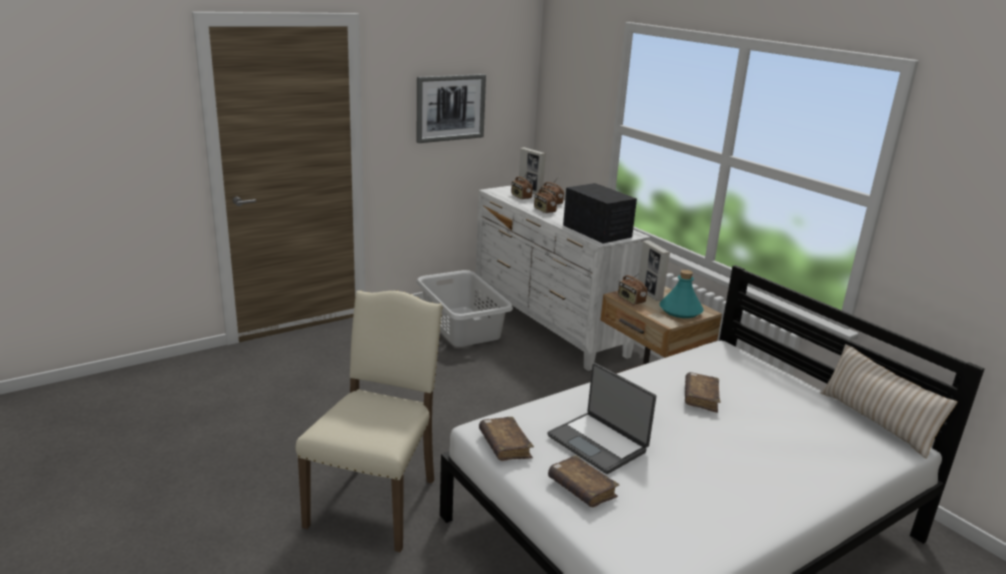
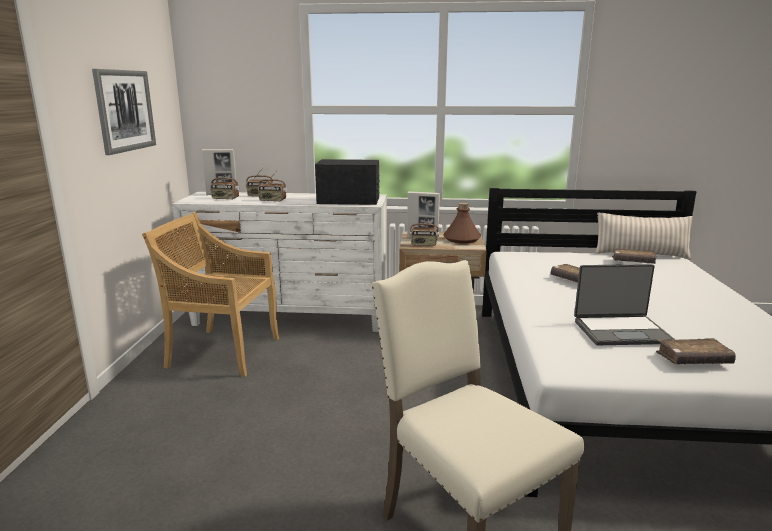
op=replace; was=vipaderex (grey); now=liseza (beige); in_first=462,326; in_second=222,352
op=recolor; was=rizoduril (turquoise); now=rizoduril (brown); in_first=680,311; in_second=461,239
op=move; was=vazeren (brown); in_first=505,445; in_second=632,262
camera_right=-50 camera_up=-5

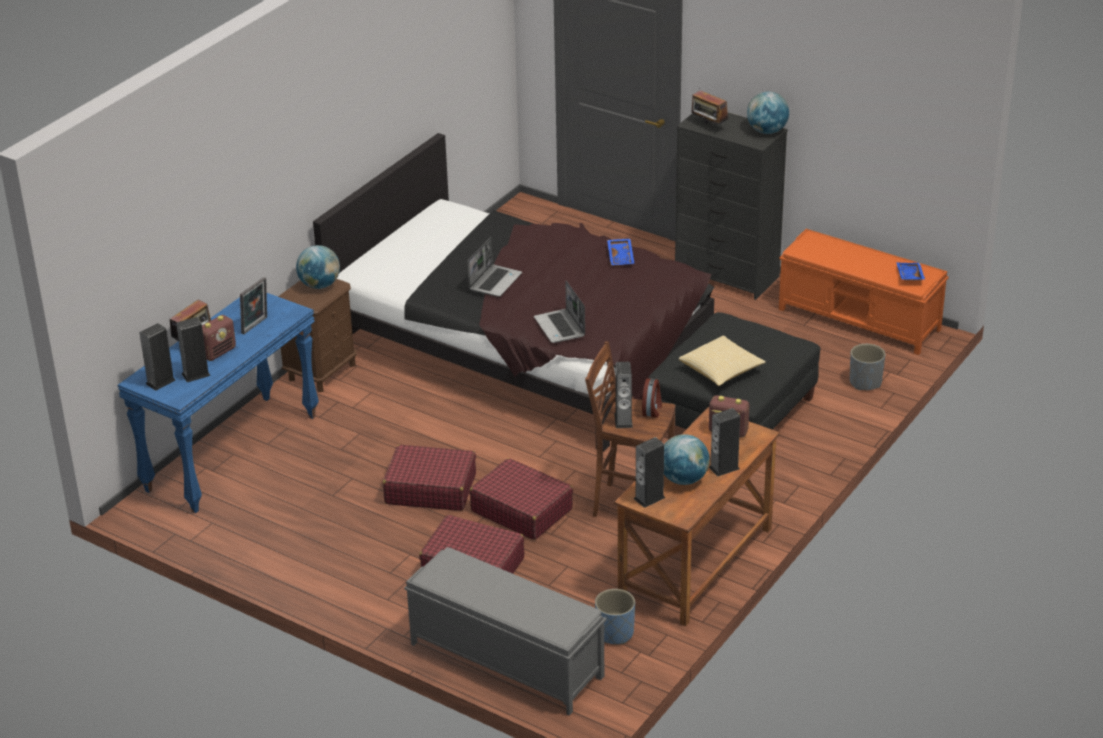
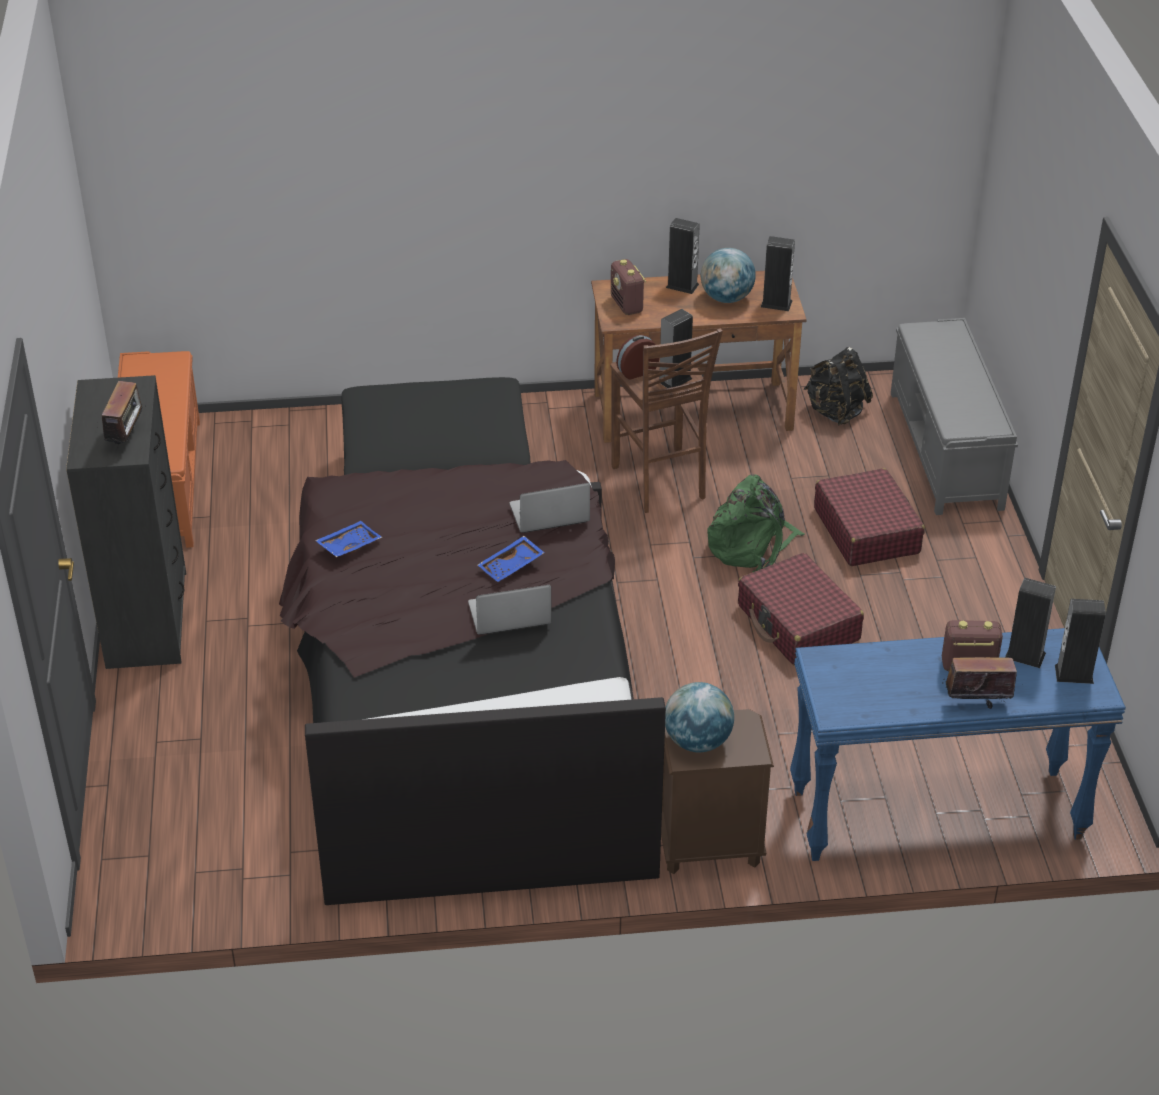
op=delete; was=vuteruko; in_first=767,131
op=move; was=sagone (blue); in_first=909,276; in_second=512,566
op=delete; was=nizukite; in_first=256,326
op=rotate; was=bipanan; in_first=560,327; in_second=548,515; clockwise=-135
op=delete; was=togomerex; in_first=721,371
op=delete; was=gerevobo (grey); in_first=865,382
op=replace; was=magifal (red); now=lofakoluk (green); in_first=521,510; in_second=751,546
op=replace; was=gerevobo (blue); now=lofakoluk (black); in_first=615,633; in_second=835,412
camera_right=-130 camera_up=5

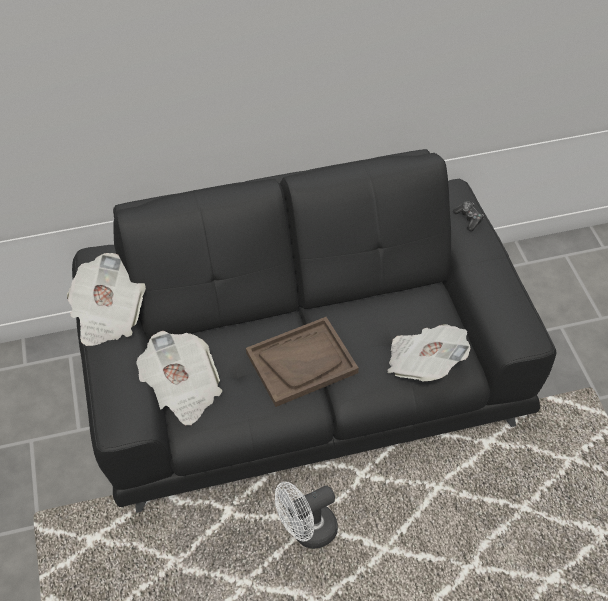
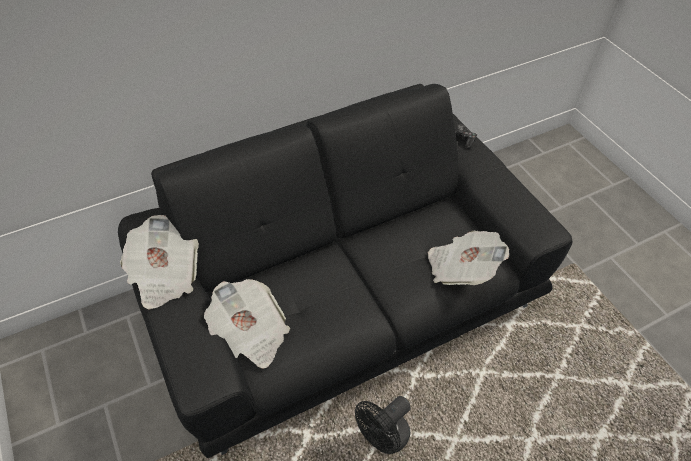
op=delete; was=sagone (brown); in_first=302,362
op=recolor; was=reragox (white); now=reragox (black); in_first=307,532; in_second=383,438
camera_right=-15 camera_up=0

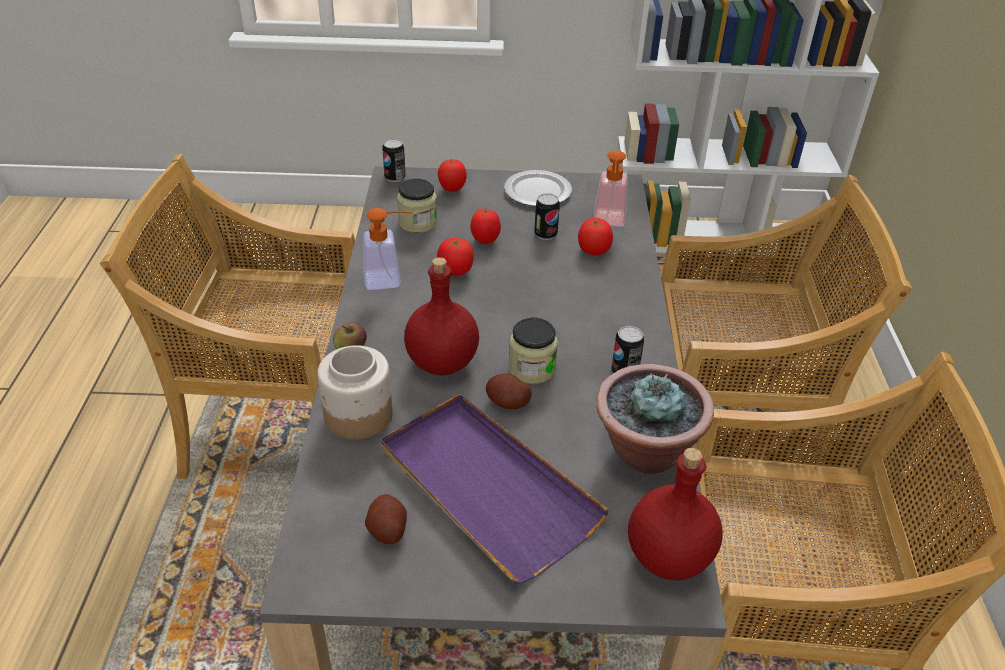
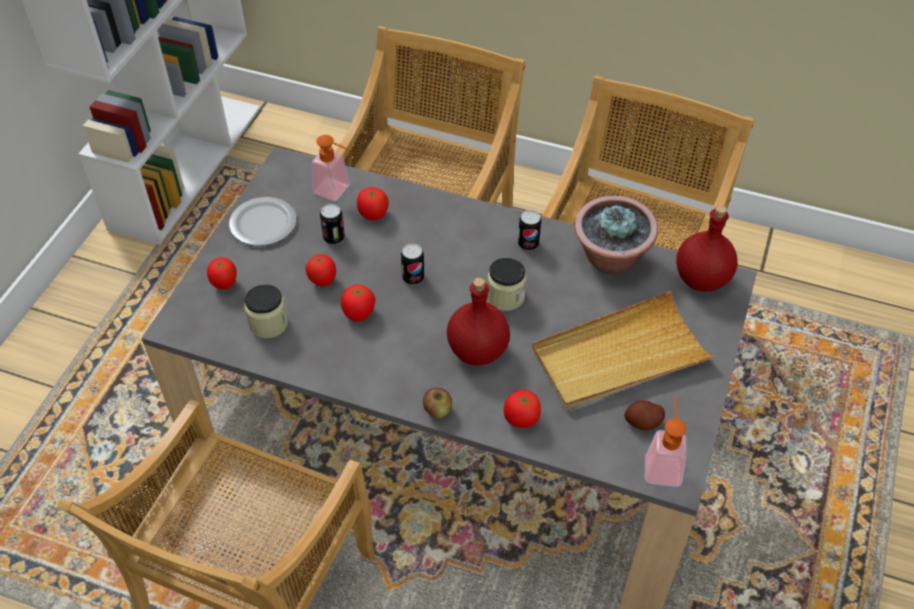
op=move; was=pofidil; in_first=395,177; in_second=413,278
op=move; was=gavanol; in_first=390,279; in_second=663,464
op=replace; was=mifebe; now=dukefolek; in_first=358,416; in_second=521,419
op=delete; was=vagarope; in_first=508,402
op=recolor; was=sagone (purple); now=sagone (beige); in_first=486,488; in_second=619,356
camera_right=-70 camera_up=10

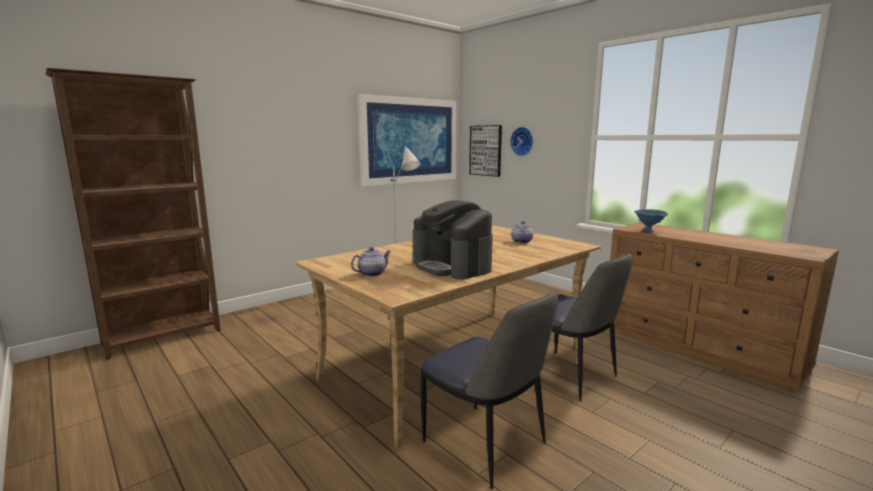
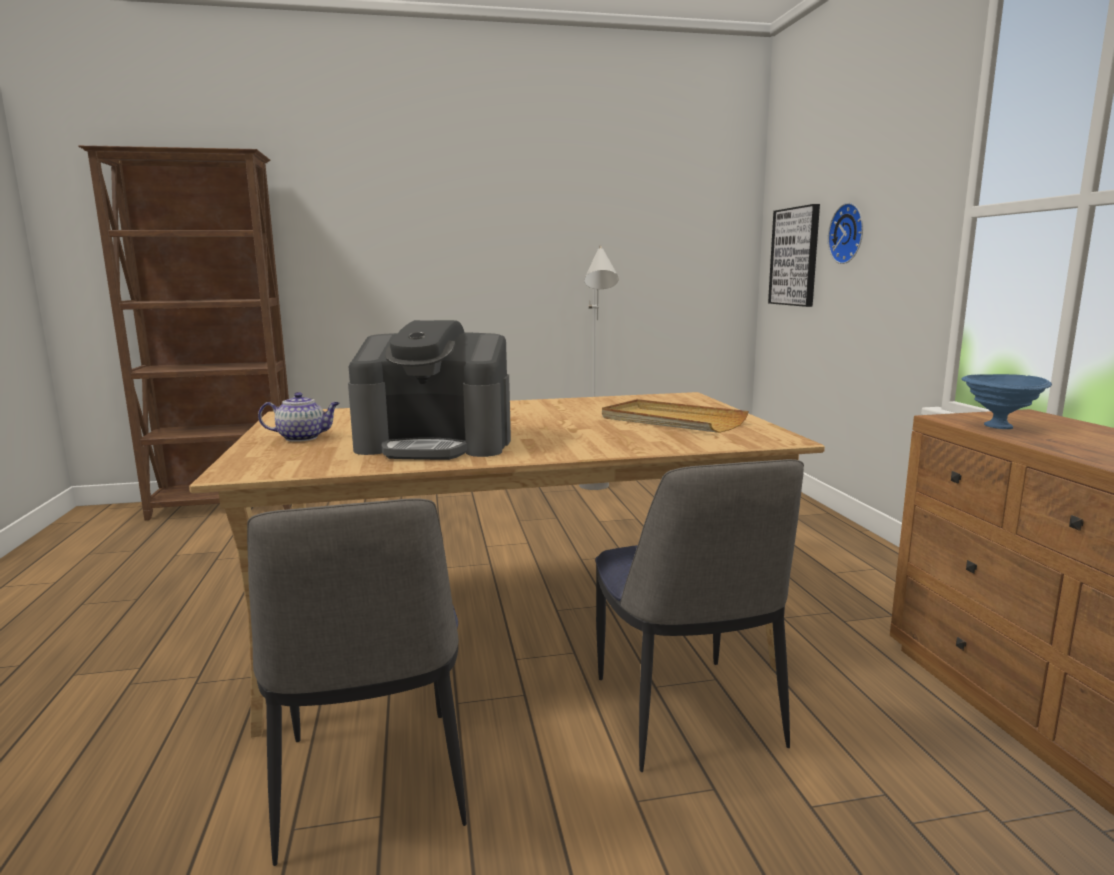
op=delete; was=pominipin; in_first=410,140
op=rotate; was=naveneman; in_first=452,267; in_second=436,444; clockwise=-75
op=replace; was=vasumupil; now=sagone (beige); in_first=521,241; in_second=671,421
camera_right=30 camera_up=0

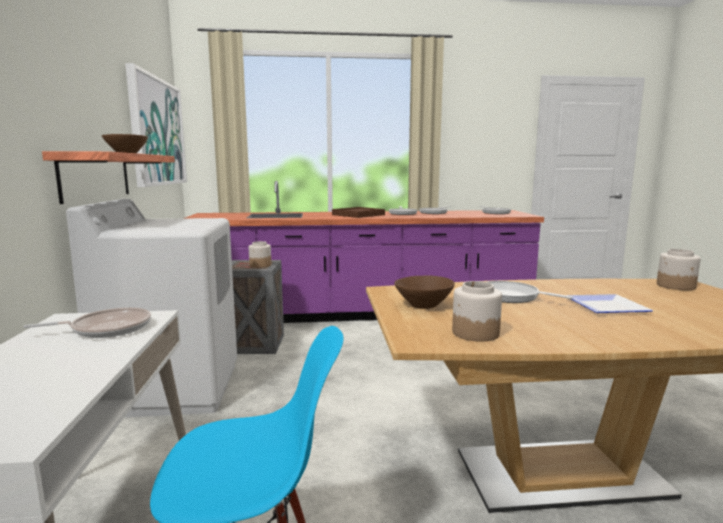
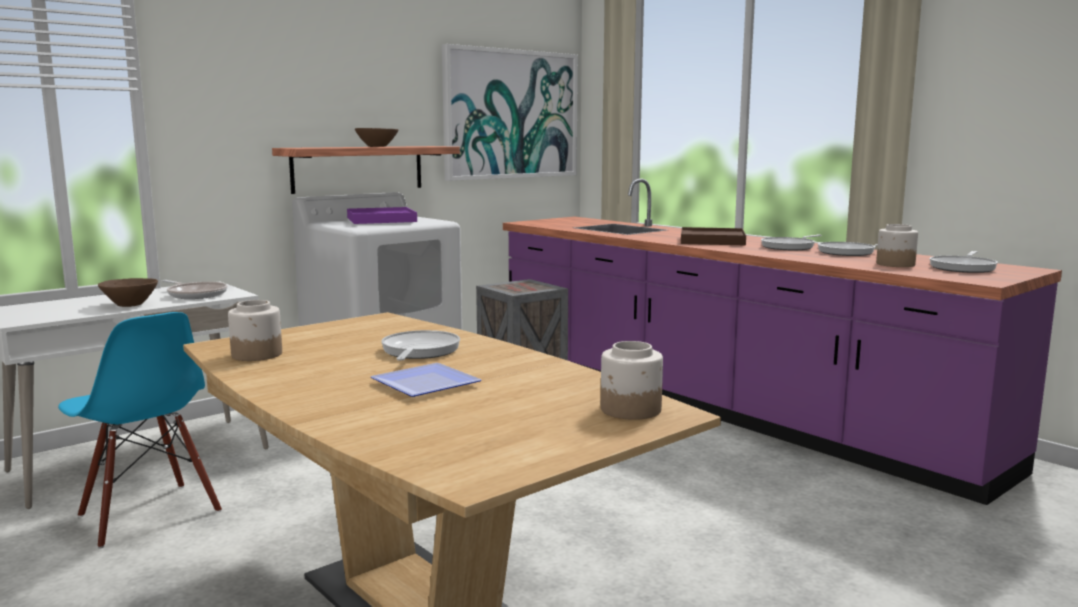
op=move; was=mifebe; in_first=260,265; in_second=894,264
op=move; was=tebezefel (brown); in_first=423,305; in_second=130,304
op=insert; now=sagone (purple); in_second=381,220
camera_right=55 camera_up=0

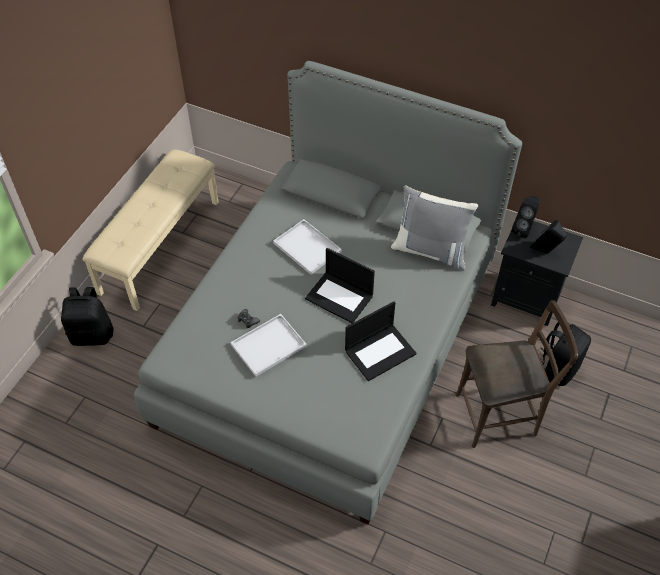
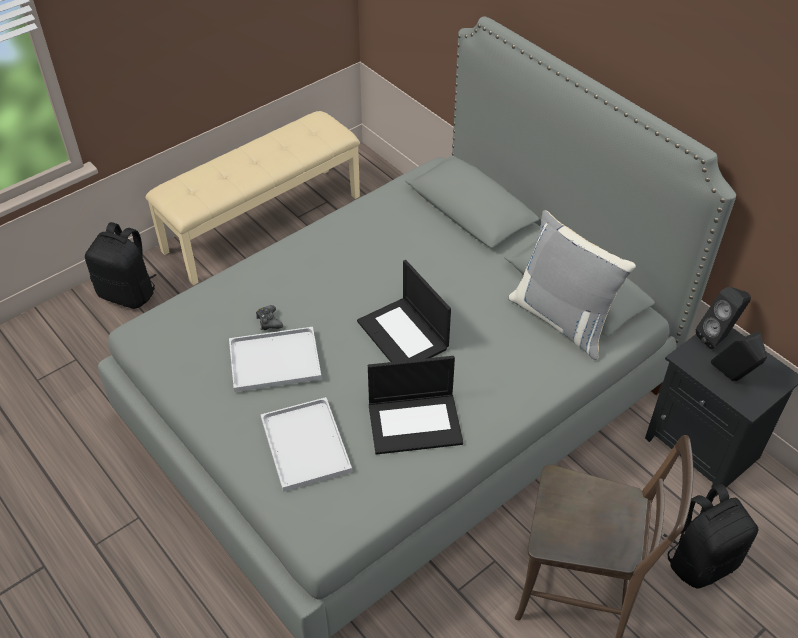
op=move; was=sagone (white); in_first=308,248; in_second=307,446
camera_right=25 camera_up=-5

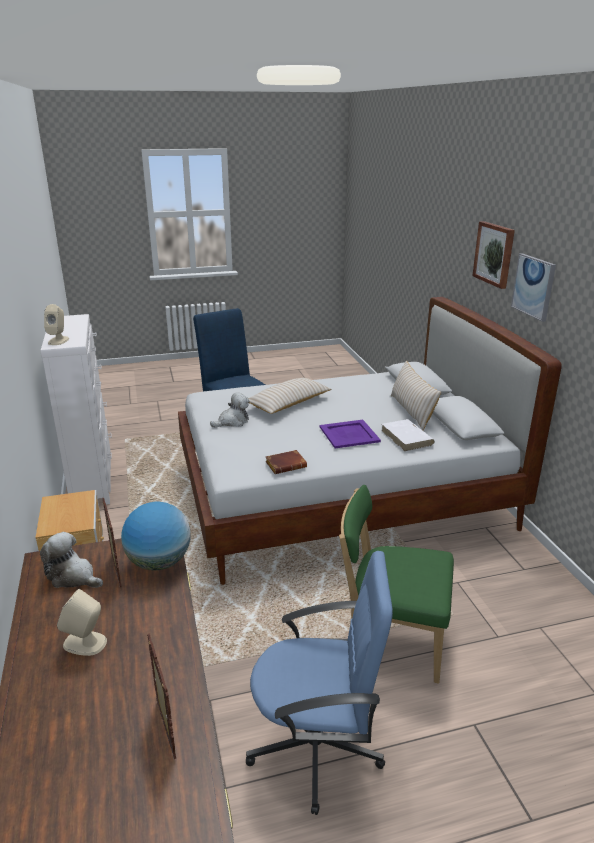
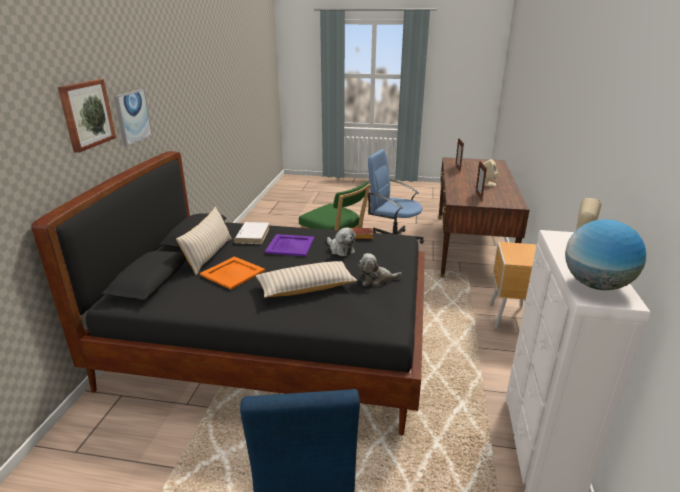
op=recolor; was=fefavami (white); now=fefavami (black); in_first=340,496; in_second=276,340
op=move; was=vuteruko; in_first=159,562; in_second=596,285
op=move; was=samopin; in_first=73,576; in_second=340,250
op=insert; now=sagone (orange); in_second=232,272
camera_right=-155 camera_up=0

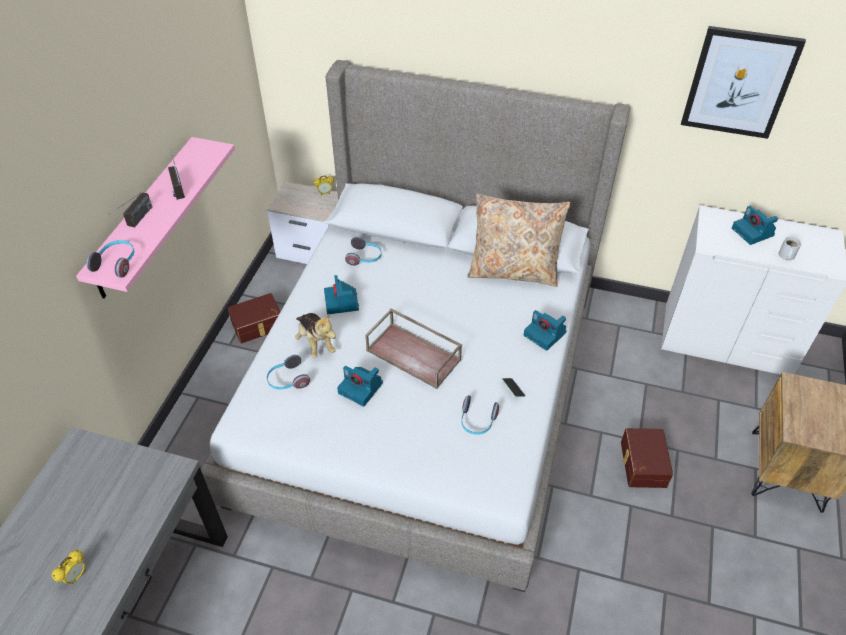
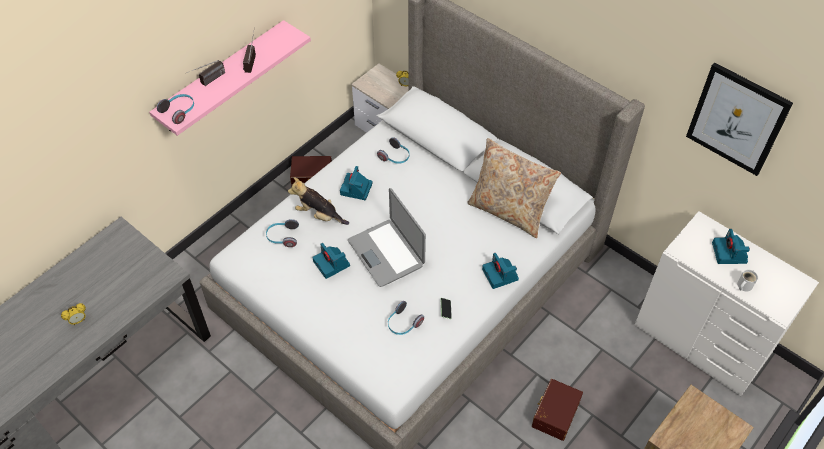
op=replace; was=sagone (brown); now=bipanan; in_first=414,355; in_second=386,253
op=rotate; was=samopin; in_first=315,342; in_second=319,215; clockwise=120
camera_right=25 camera_up=5

